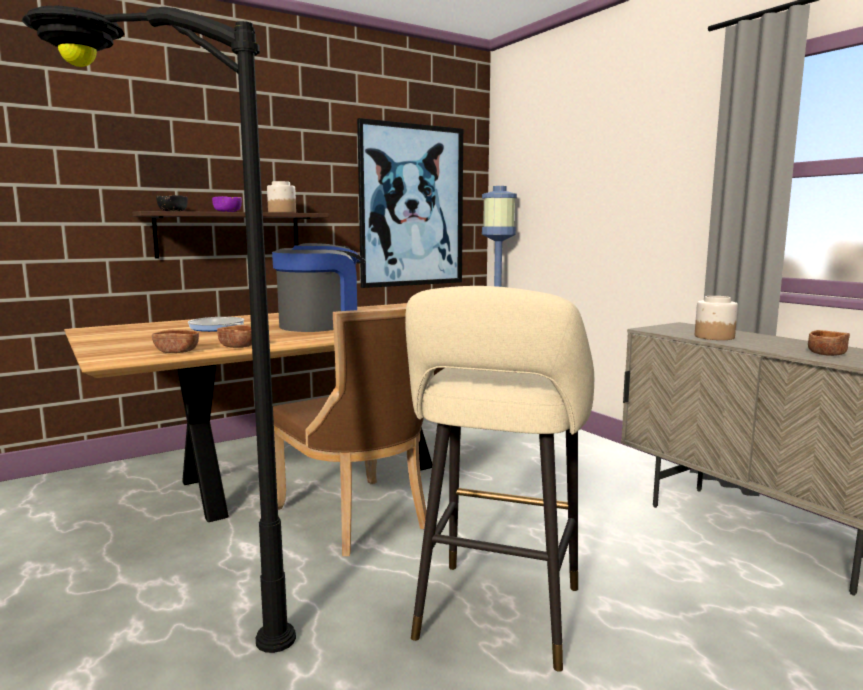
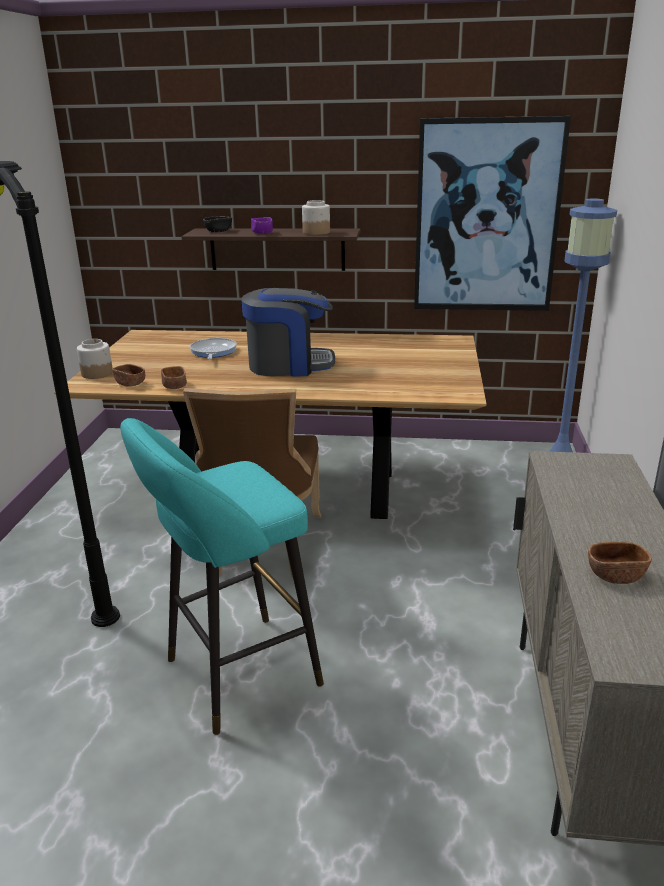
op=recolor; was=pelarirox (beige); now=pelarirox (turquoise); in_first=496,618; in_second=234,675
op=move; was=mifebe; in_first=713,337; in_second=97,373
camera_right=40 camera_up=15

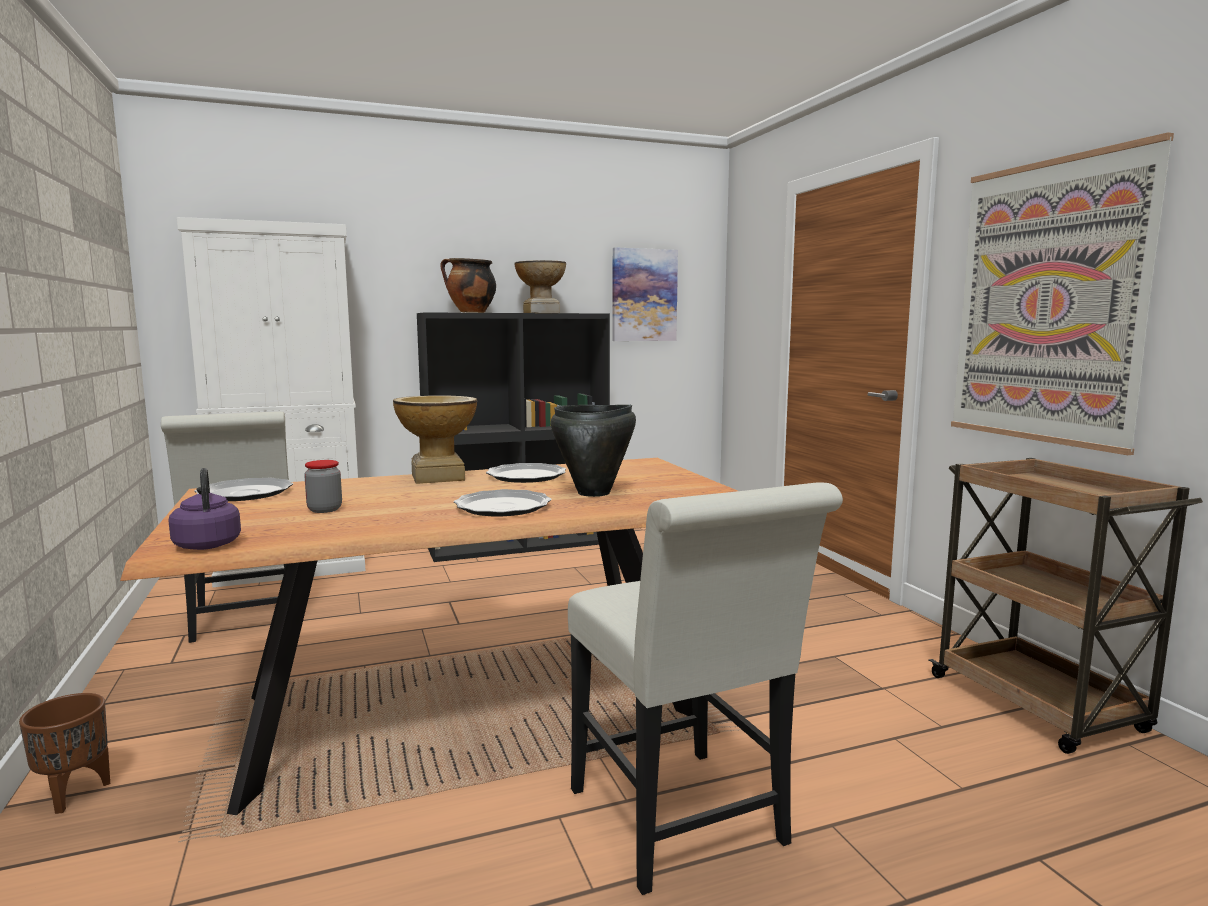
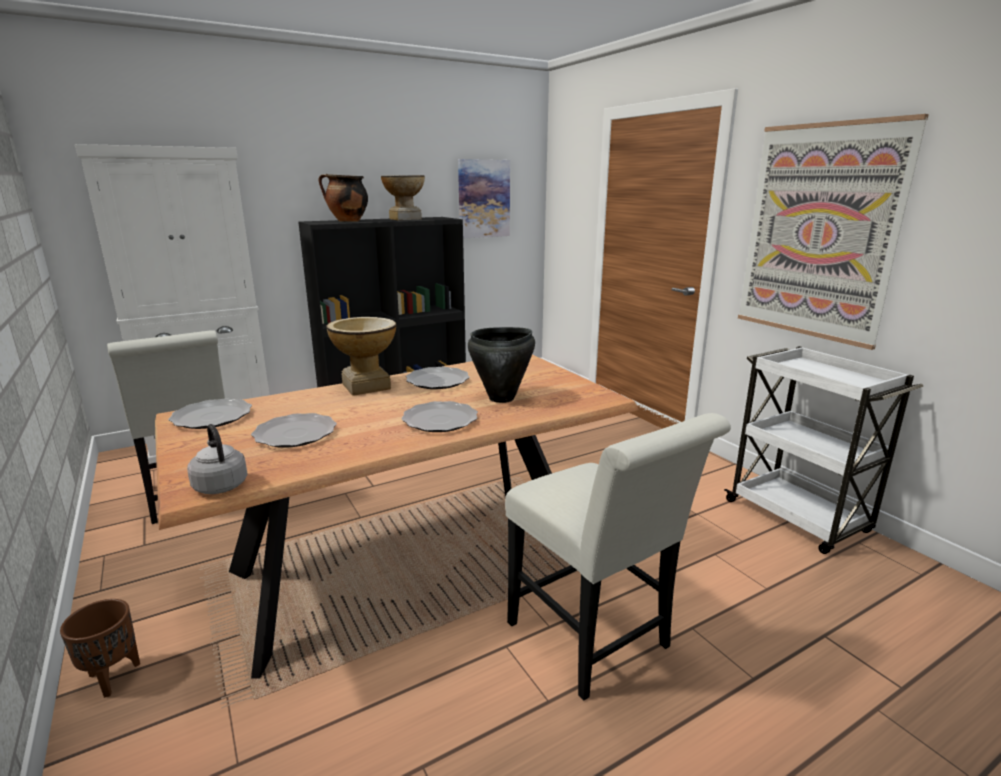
op=recolor; was=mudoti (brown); now=mudoti (white); in_first=1038,705; in_second=798,518
op=replace; was=mifebe; now=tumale; in_first=325,509; in_second=295,433
op=recolor; was=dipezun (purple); now=dipezun (grey); in_first=207,544; in_second=220,485
camera_right=-10 camera_up=10

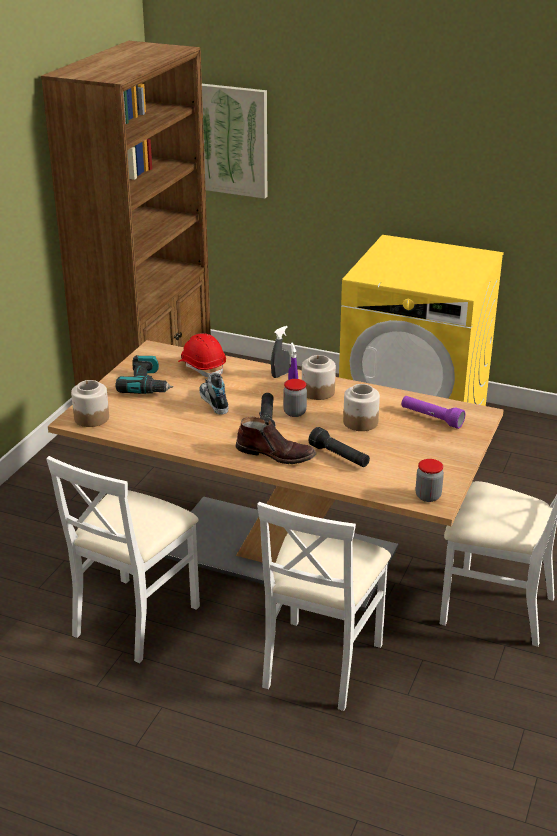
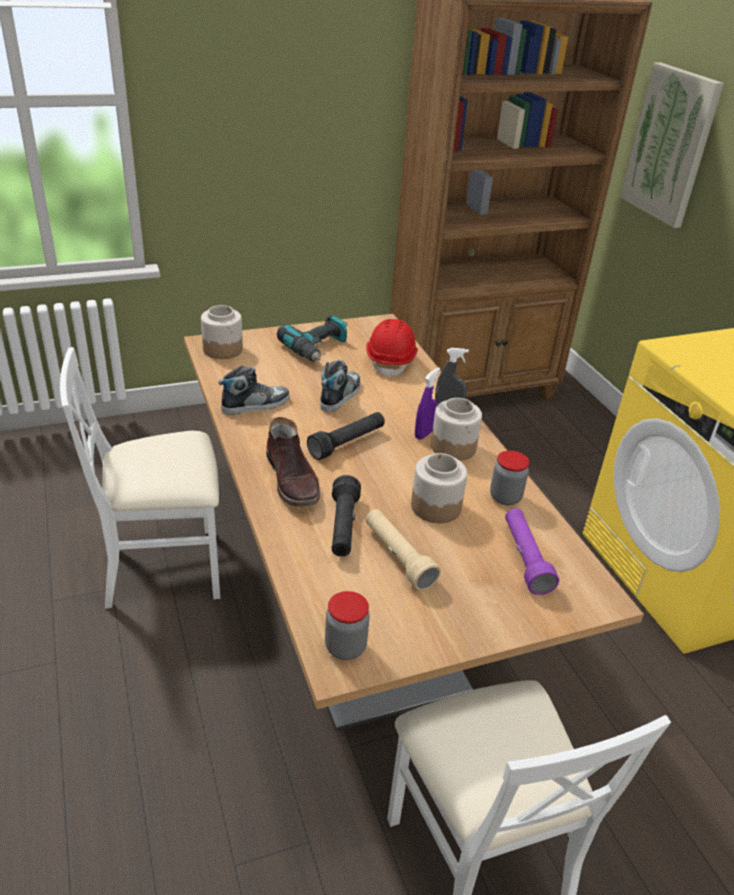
op=move; was=mifebe; in_first=295,412; in_second=505,497
op=delete; was=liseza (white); in_first=320,662
op=insert; now=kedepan; in_second=255,404
op=insert; now=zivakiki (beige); in_second=398,557
camera_right=45 camera_up=5

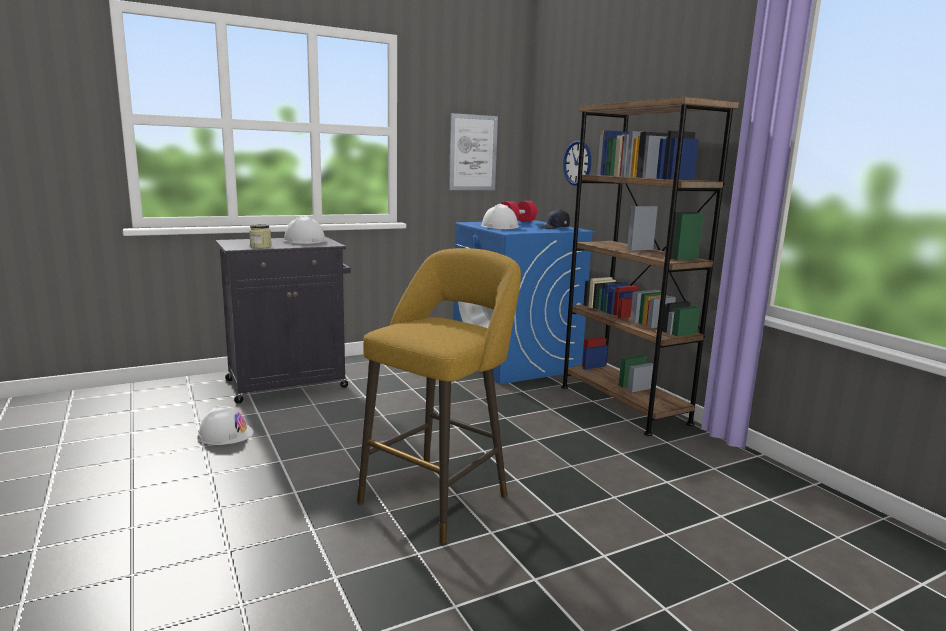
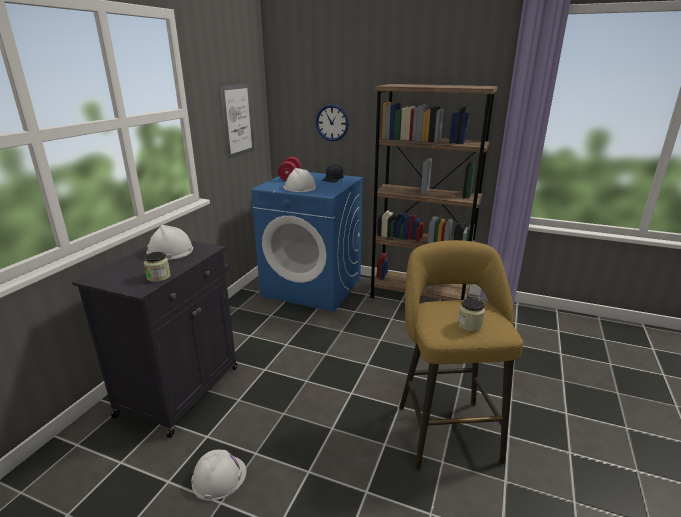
op=insert; now=mifebe; in_second=469,325
camera_right=-40 camera_up=10

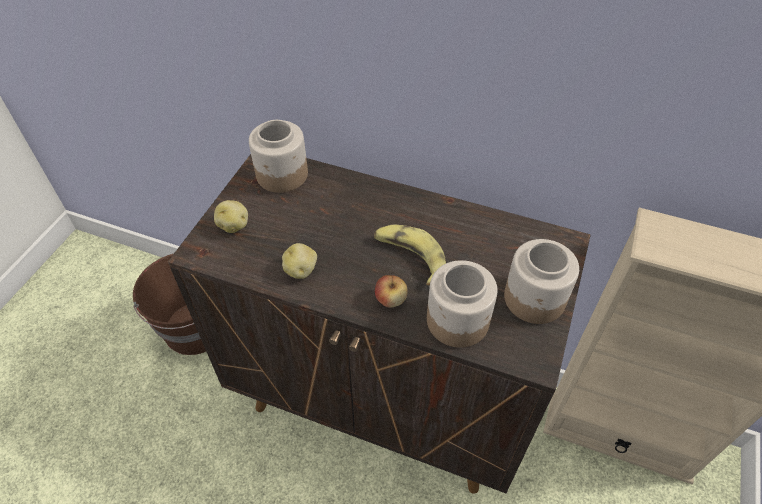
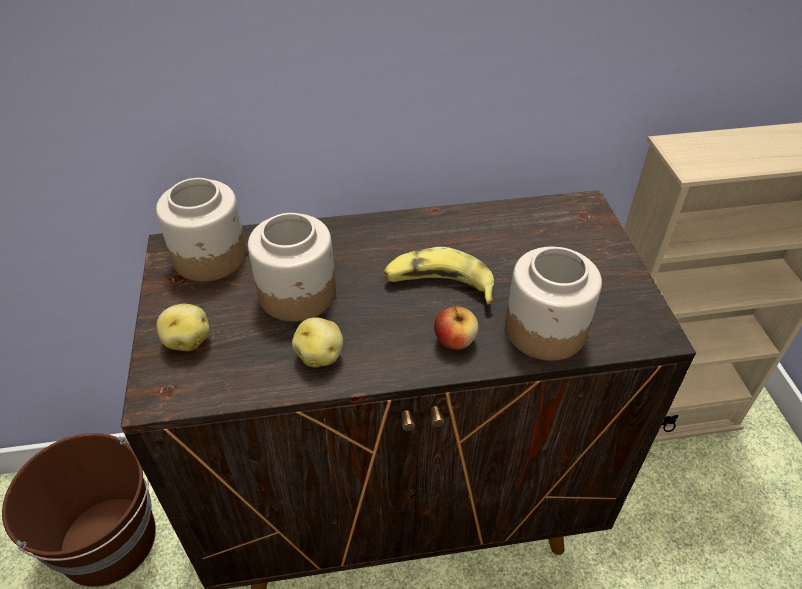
op=move; was=mifebe; in_first=535,299; in_second=298,294
camera_right=-30 camera_up=-5

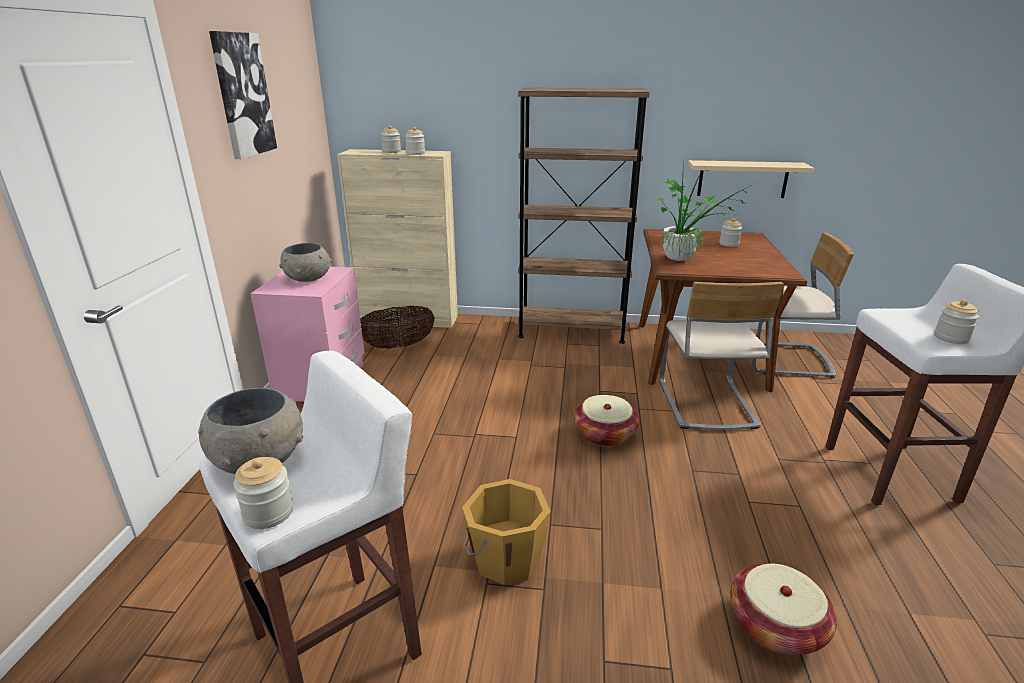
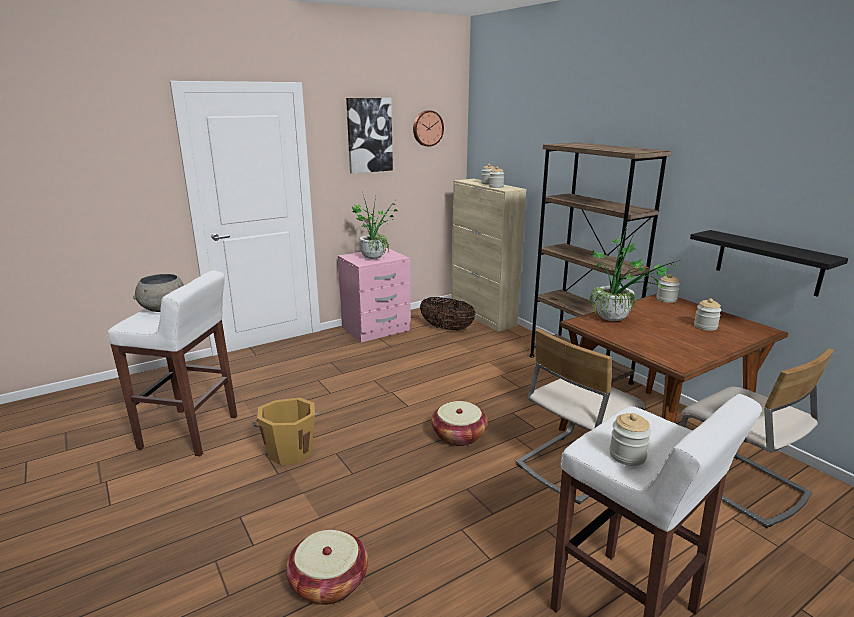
op=recolor; was=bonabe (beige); now=bonabe (black); in_first=742,179; in_second=768,262
op=replace; was=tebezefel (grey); now=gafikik; in_first=308,279; in_second=374,256
op=move; was=mifebe; in_first=268,513; in_second=666,299
op=insert; now=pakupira; in_second=427,128
camera_right=50 camera_up=-5

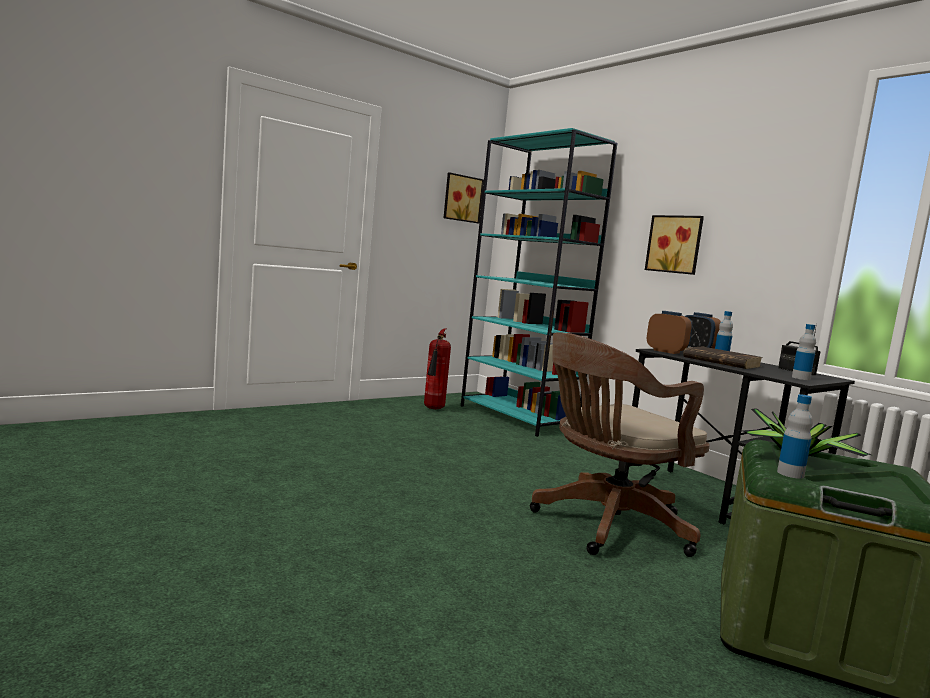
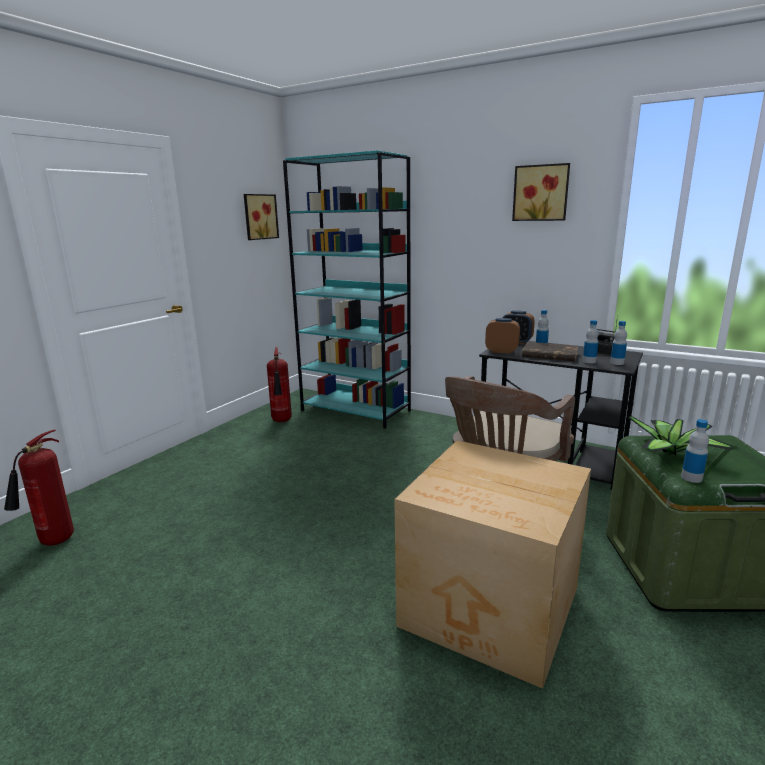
op=move; was=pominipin; in_first=675,244; in_second=541,193
op=insert; now=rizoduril; in_second=589,361
op=insert; now=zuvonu; in_second=53,543
op=insert; now=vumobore; in_second=492,608
camera_right=-20 camera_up=10

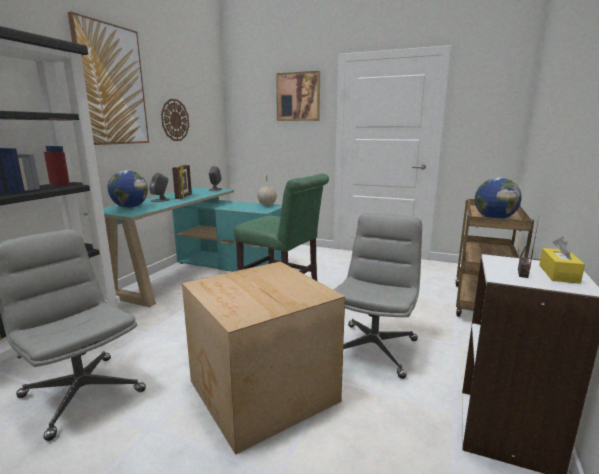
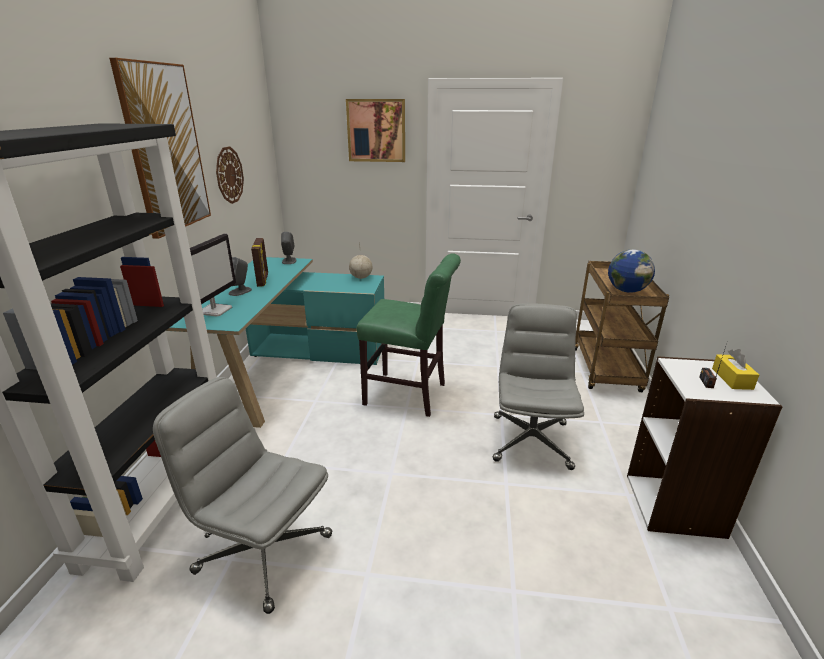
op=replace; was=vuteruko; now=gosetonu; in_first=130,207; in_second=215,310
op=delete; was=vumobore; in_first=262,392
camera_right=-15 camera_up=10

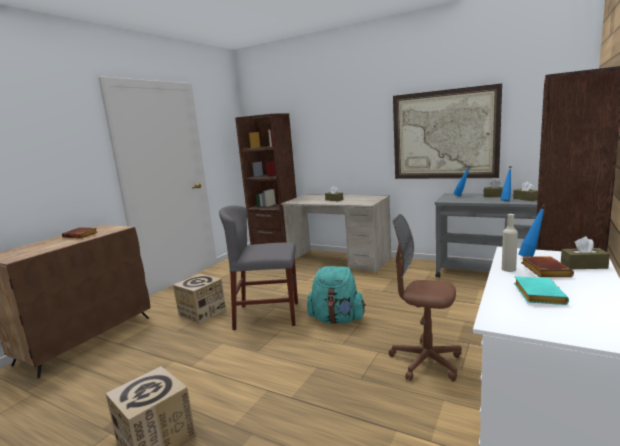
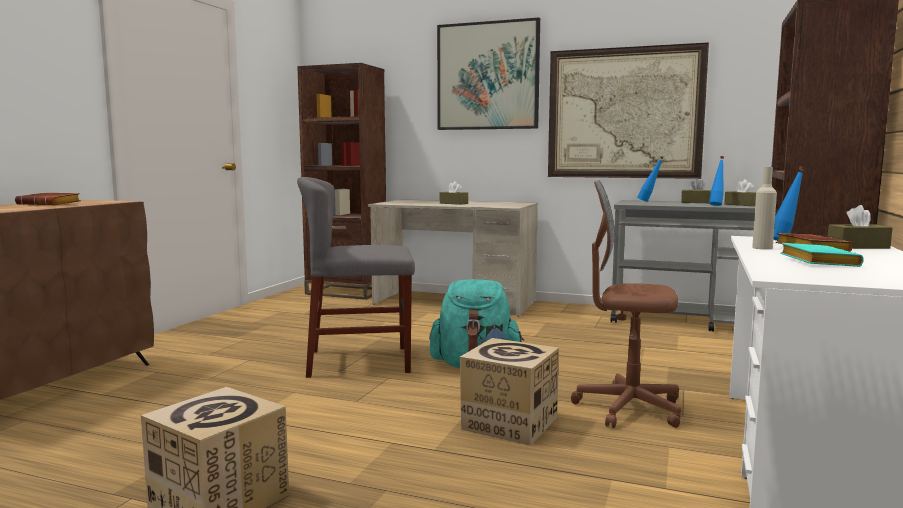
op=move; was=vumobore; in_first=202,312; in_second=509,423
op=insert; now=pominipin; in_second=488,76
camera_right=-10 camera_up=-5

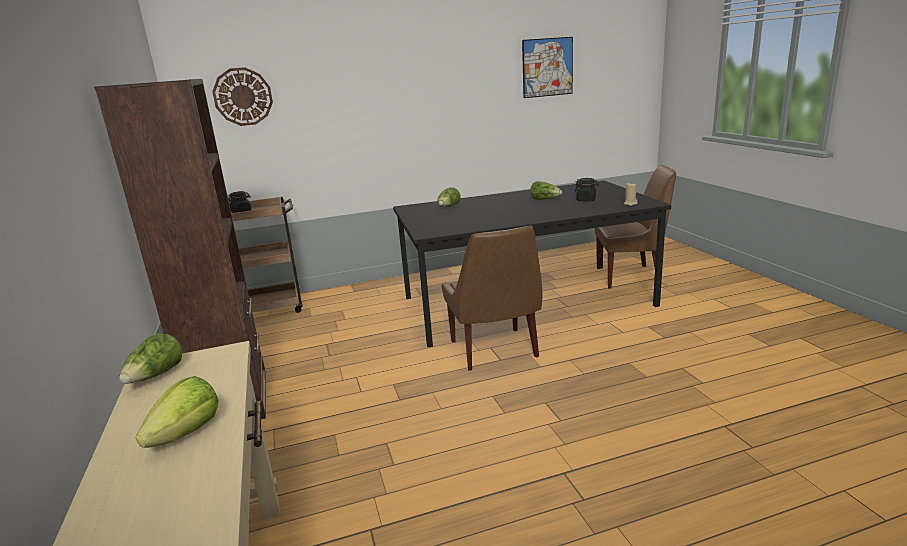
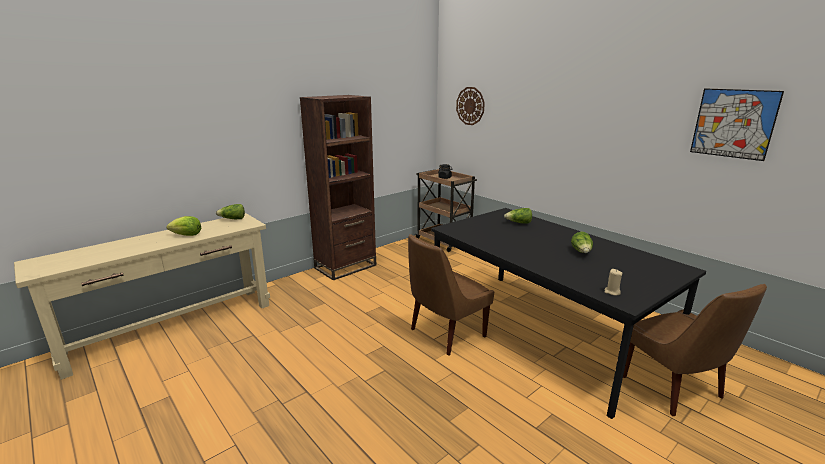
op=delete; was=mifebe (black); in_first=586,200
camera_right=65 camera_up=0

